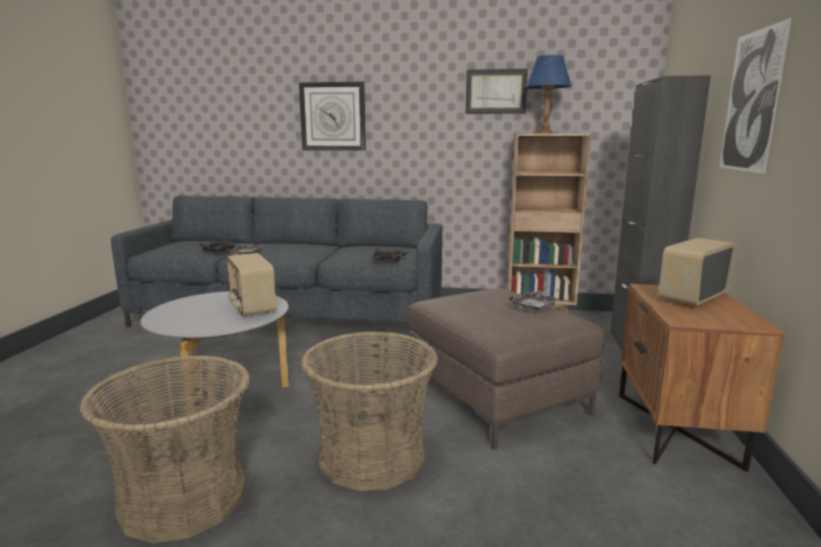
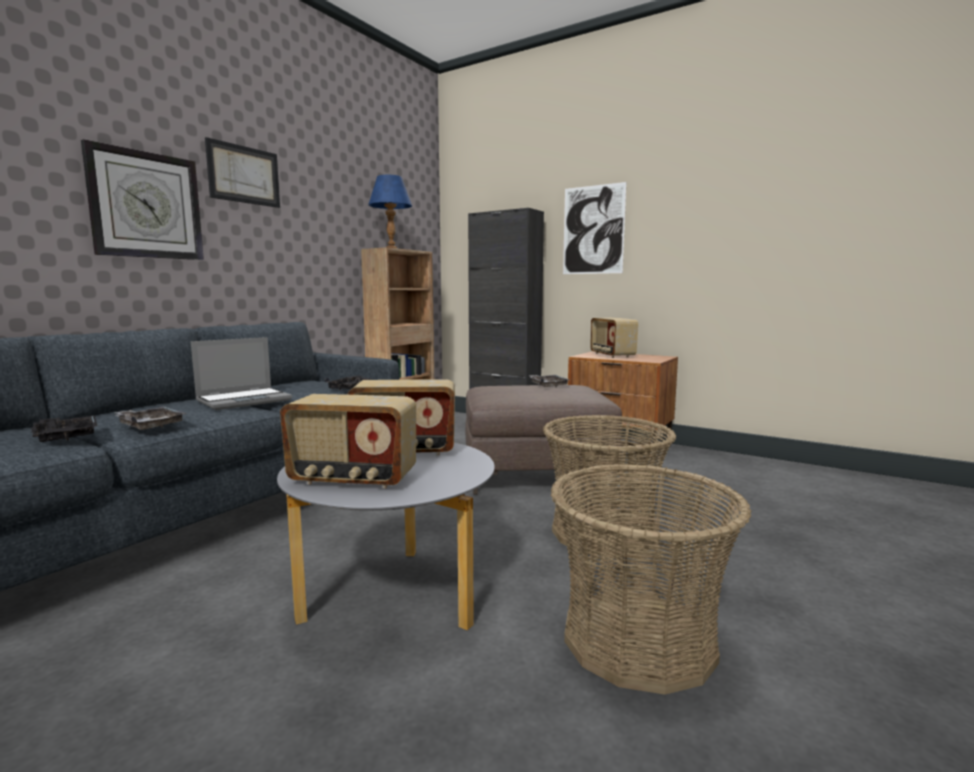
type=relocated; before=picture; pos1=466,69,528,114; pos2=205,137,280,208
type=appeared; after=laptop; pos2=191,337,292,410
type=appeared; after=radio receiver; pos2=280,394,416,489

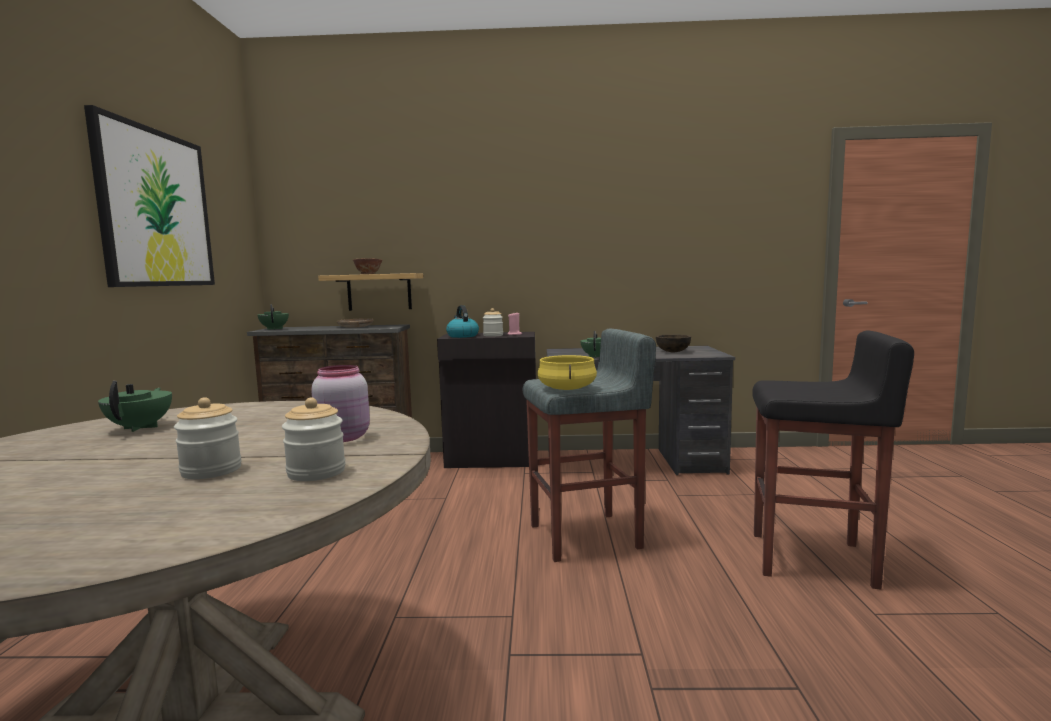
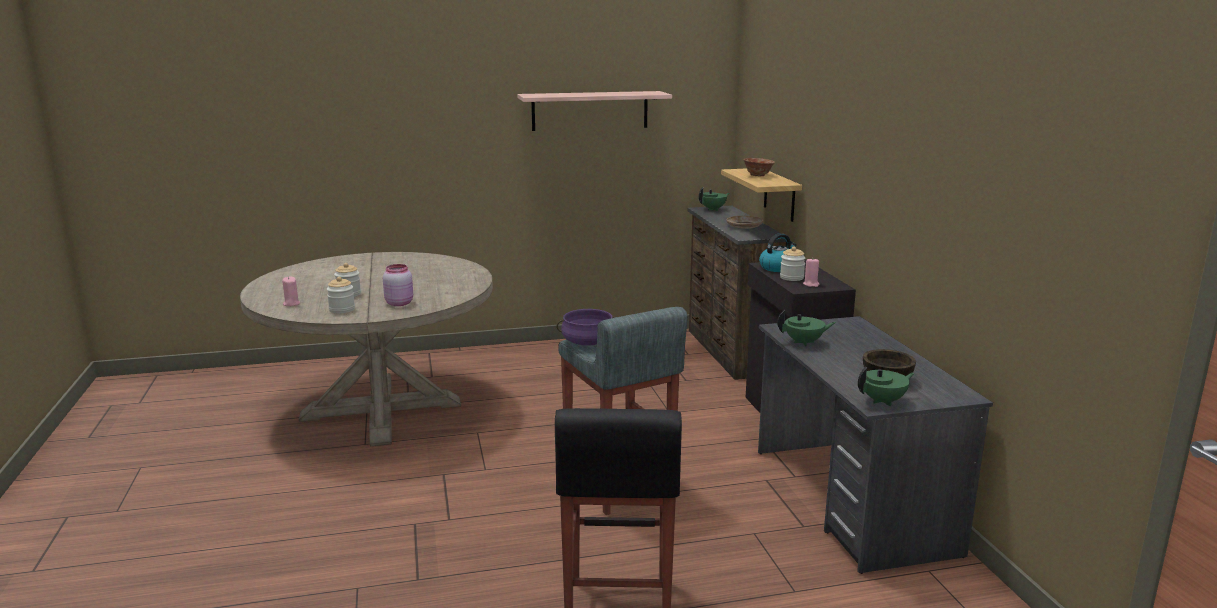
type=exchanged; before=picture; after=shelf; pos1=84,105,215,287; pos2=517,91,672,131
type=relocated; before=teapot in green; pos1=98,381,172,432; pos2=858,367,914,406
type=colour; before=stockpot in yellowish; after=stockpot in purplish; pos1=537,355,597,390; pos2=557,309,616,345
type=appeared; after=wax candle in pink; pos2=282,276,300,306

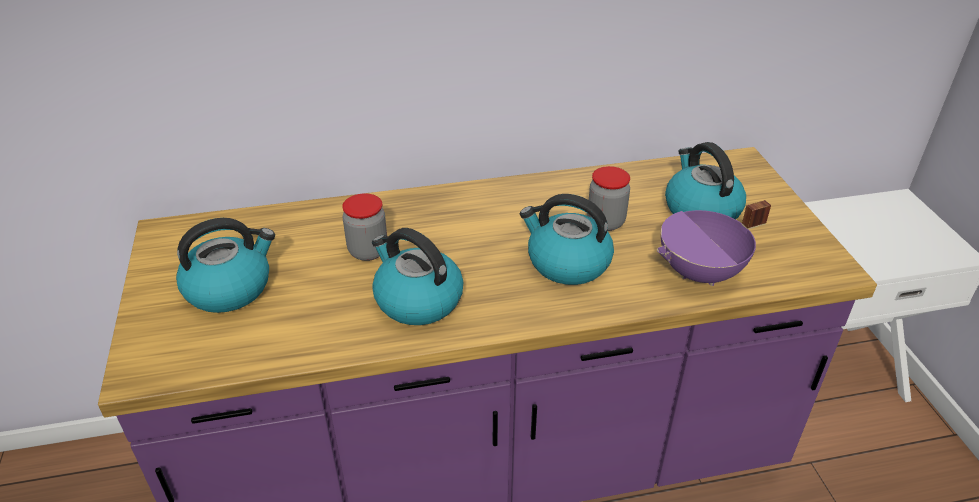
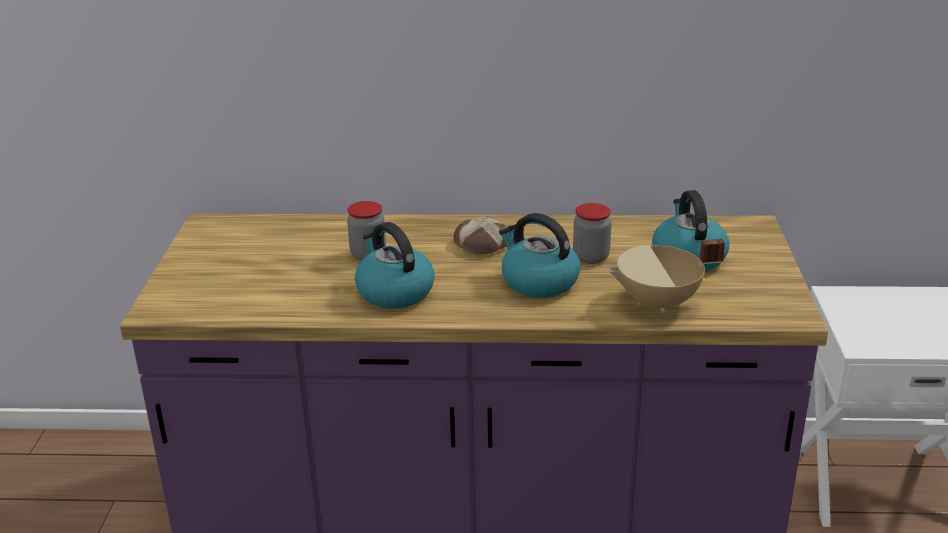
type=missing; before=water kettle; pos1=176,218,275,313
type=colour; before=stockpot in purplish; after=stockpot in beige; pos1=657,200,771,286; pos2=607,239,725,313
type=appeared; after=bread; pos2=453,216,506,255

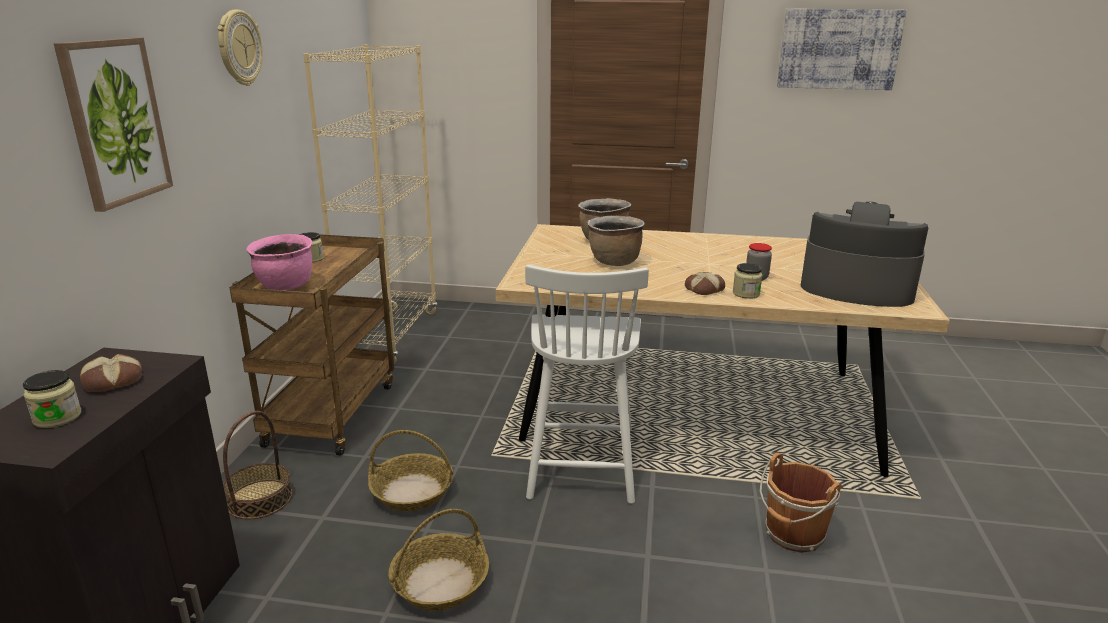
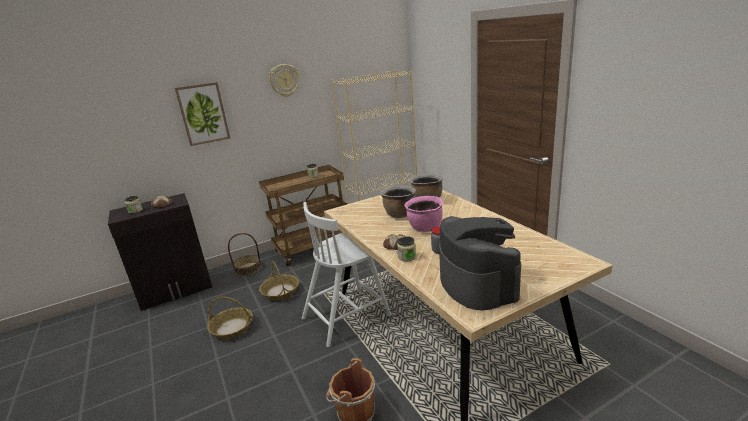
type=relocated; before=stockpot in pink; pos1=247,234,312,291; pos2=405,196,443,232
type=missing; before=picture; pos1=777,9,907,90

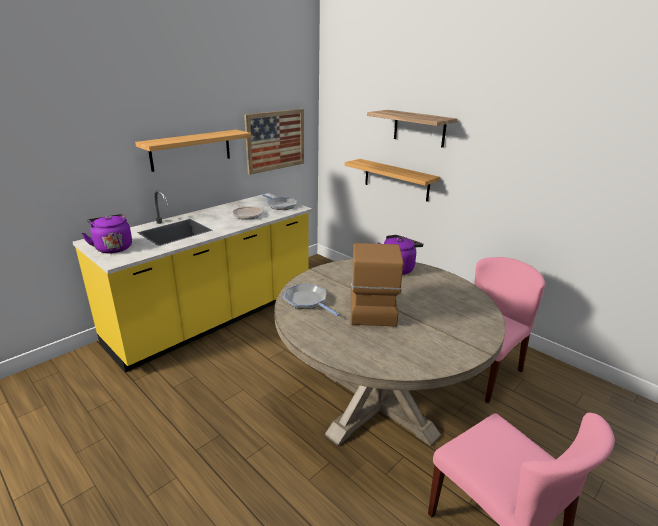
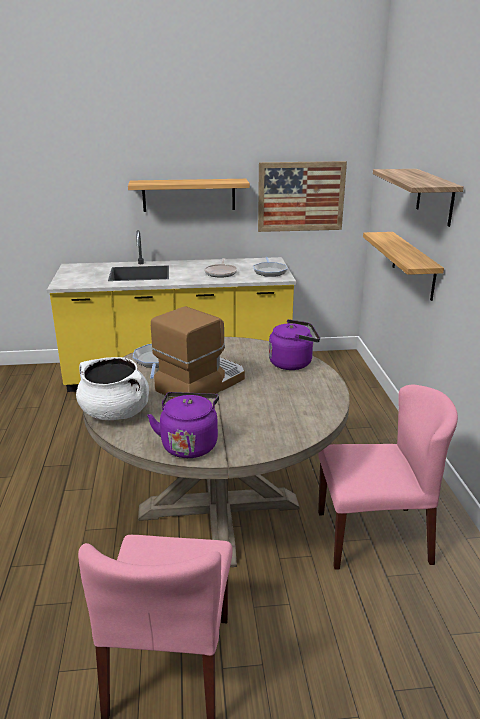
type=relocated; before=water kettle in purplish; pos1=81,214,132,253; pos2=147,392,219,458
type=appeared; after=stockpot in white-coloured; pos2=76,357,149,420

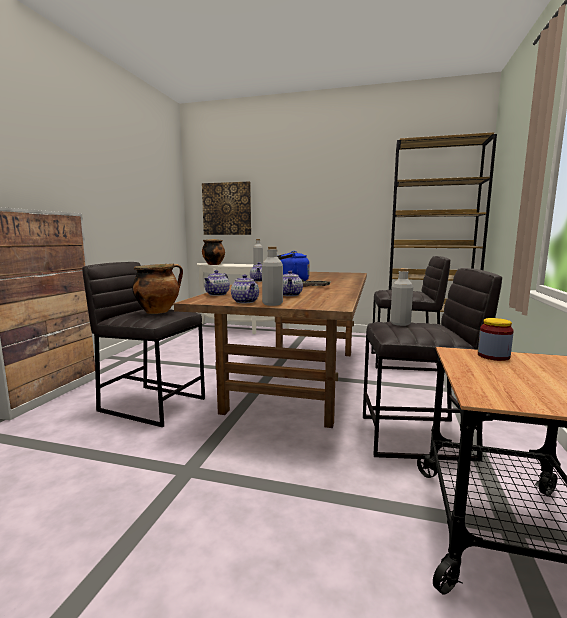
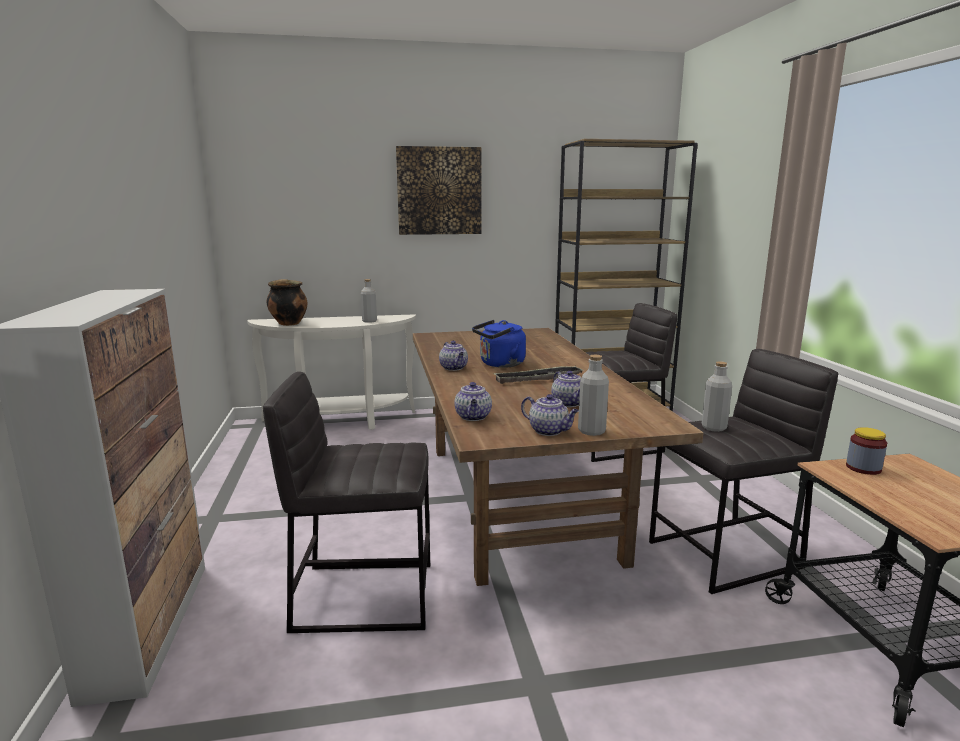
type=missing; before=stockpot; pos1=132,264,183,314
type=relocated; before=picture; pos1=202,182,251,235; pos2=396,146,482,235

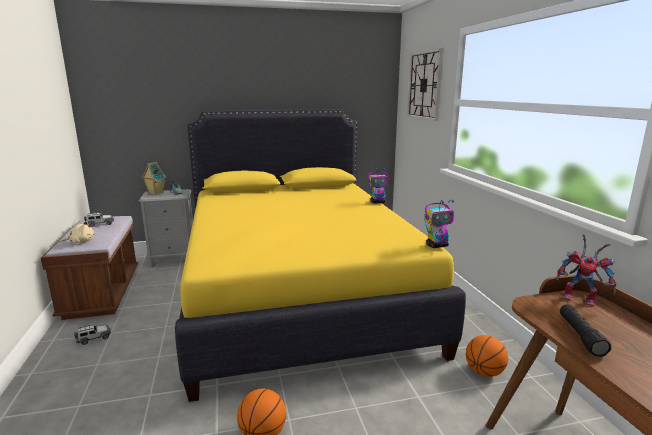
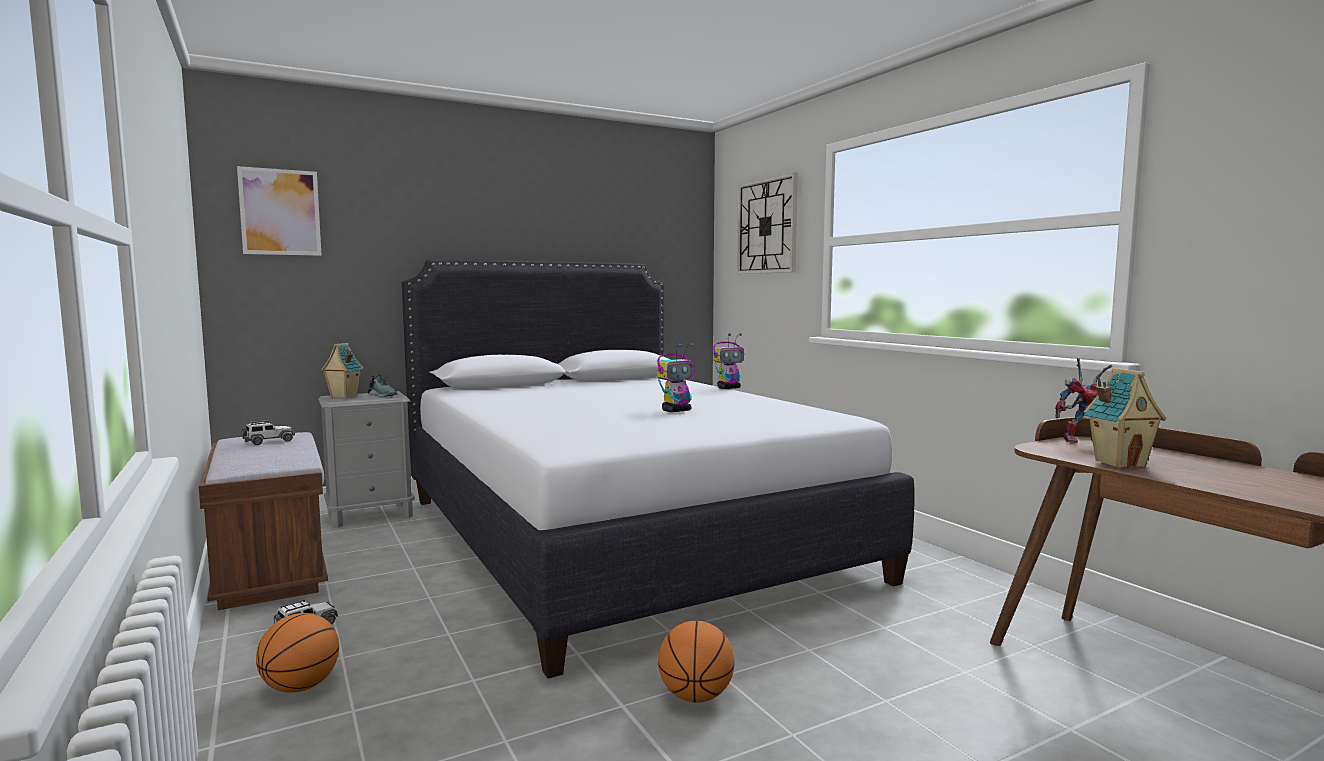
type=missing; before=cuddly toy in beige; pos1=59,221,94,243
type=colour; before=bedroom bed in yellowish; after=bedroom bed in white-coloured; pos1=175,109,466,402; pos2=402,260,915,678
type=relocated; before=toy robot; pos1=424,200,454,248; pos2=657,343,695,412
type=relocated; before=basketball ball; pos1=466,335,508,377; pos2=256,613,339,693
type=exchanged; before=hand torch in blackish; after=miniature house; pos1=560,304,611,357; pos2=1084,368,1166,468
type=appeared; after=picture; pos2=237,166,322,256

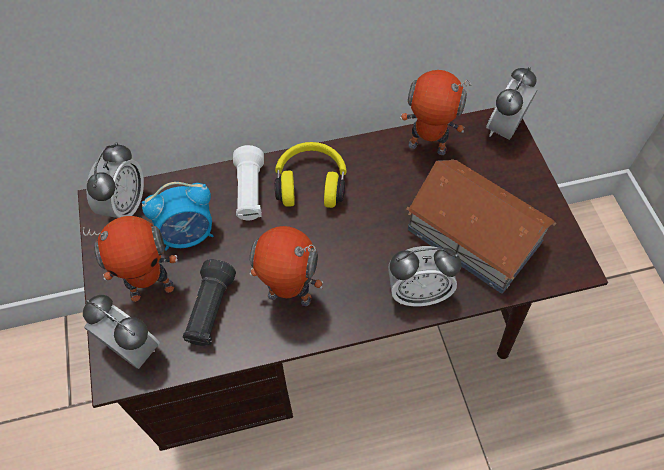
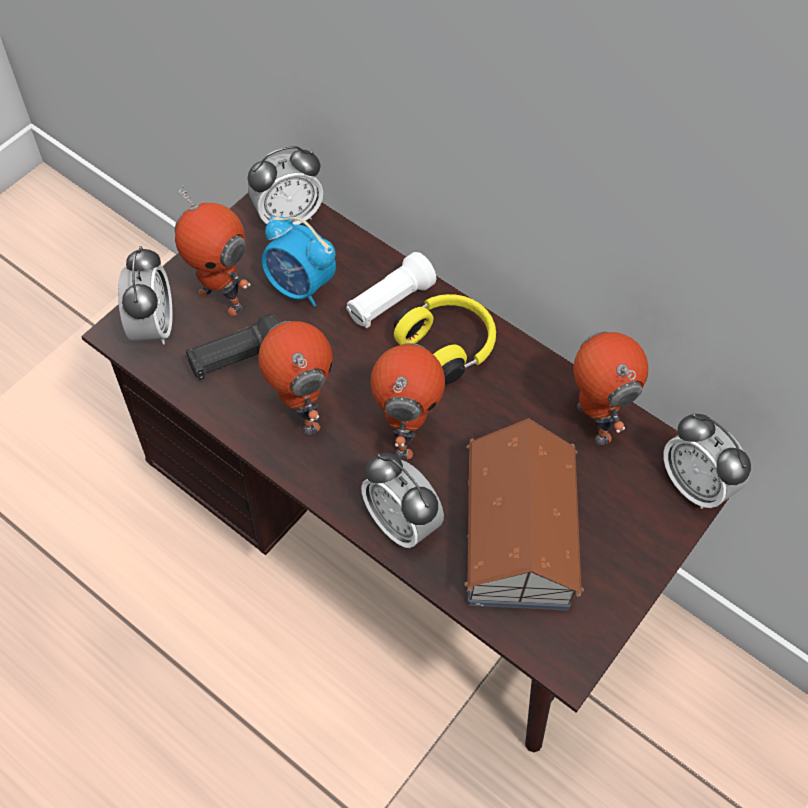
type=spun; before=table clock; pos1=486,67,538,140; pos2=663,413,751,509; turn=-120
type=appeared; after=toy robot; pos2=370,343,445,459

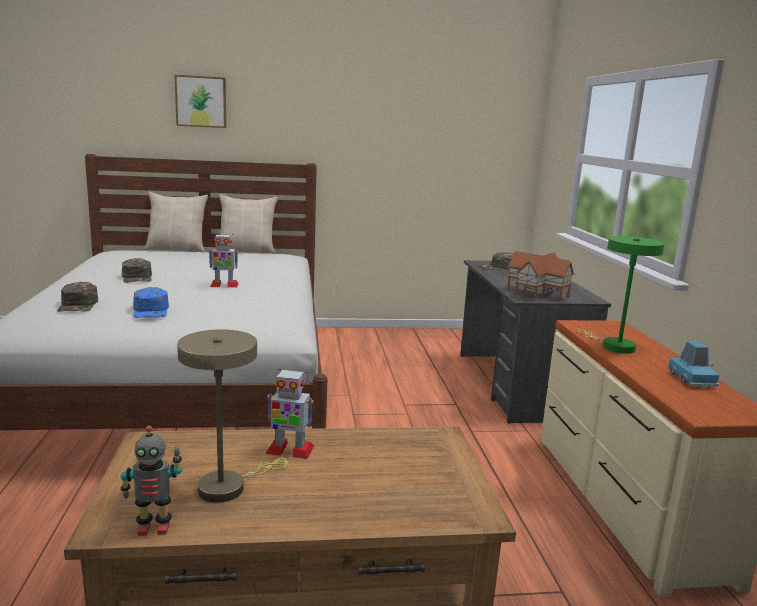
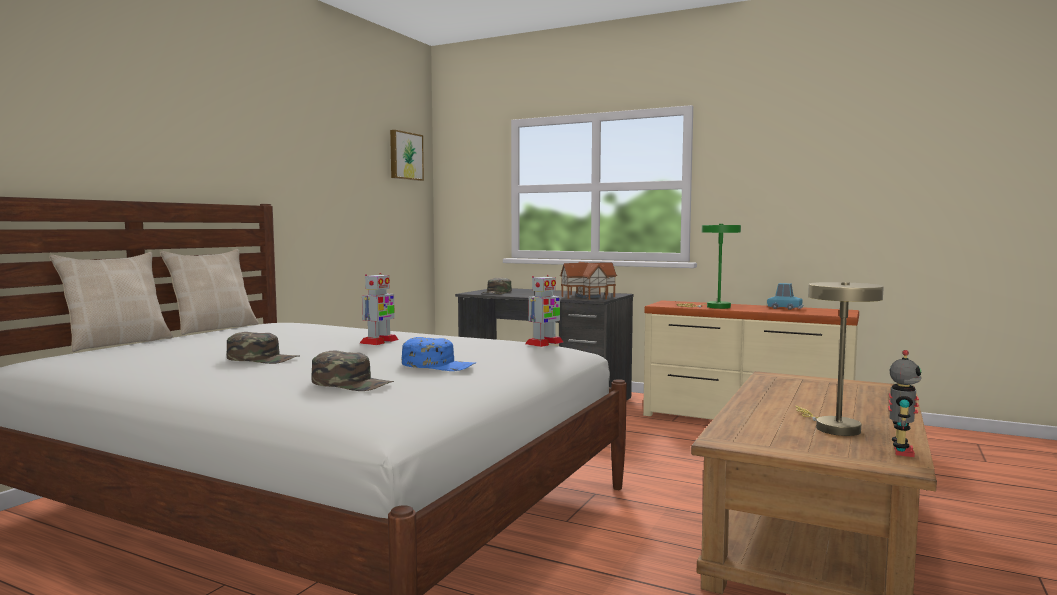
type=relocated; before=picture; pos1=175,75,226,128; pos2=390,130,424,181
type=relocated; before=toy robot; pos1=265,368,314,459; pos2=525,275,563,347

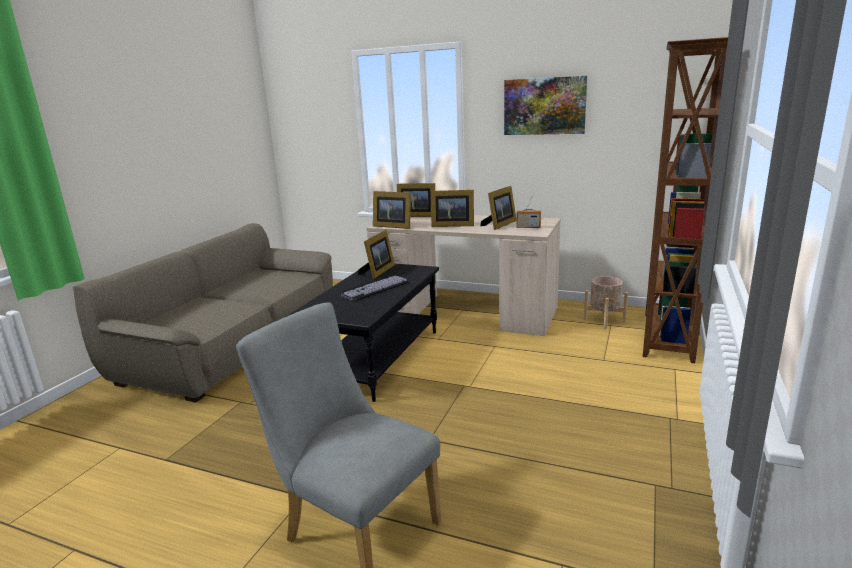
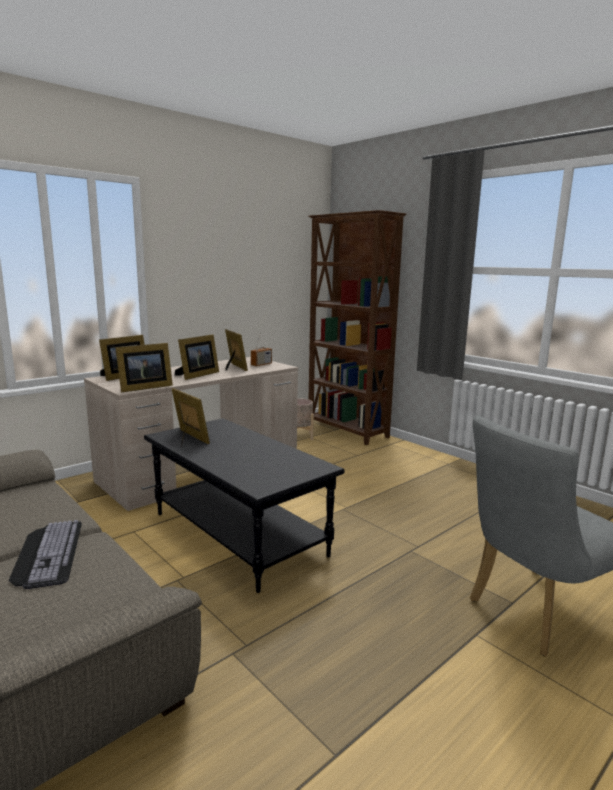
type=relocated; before=PC keyboard; pos1=341,276,409,301; pos2=9,520,82,589
type=missing; before=picture; pos1=504,76,587,135

